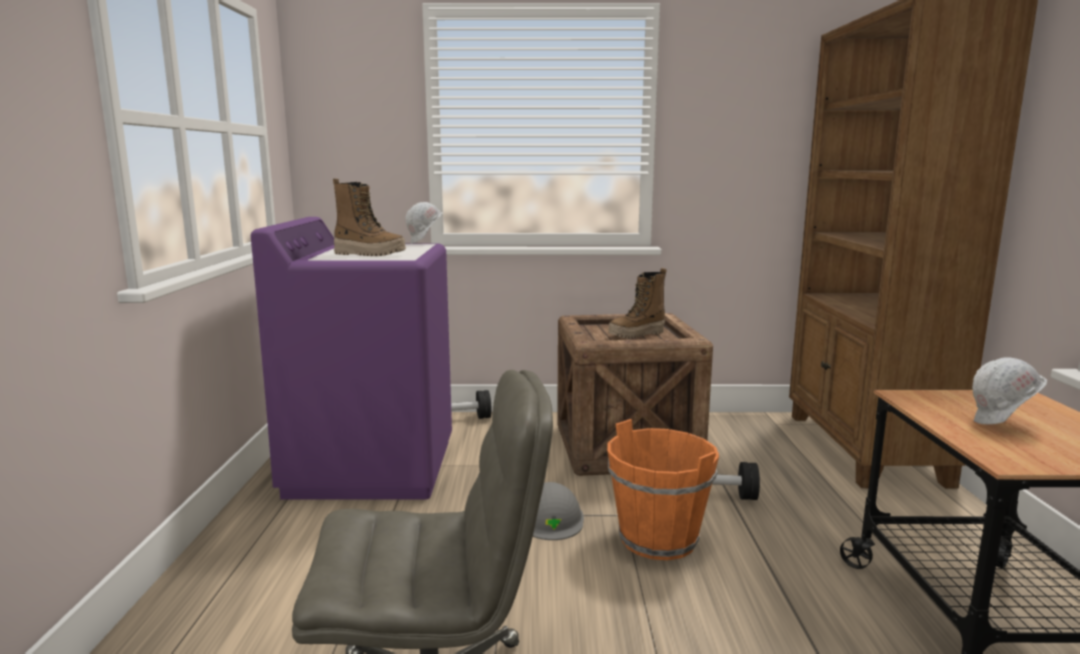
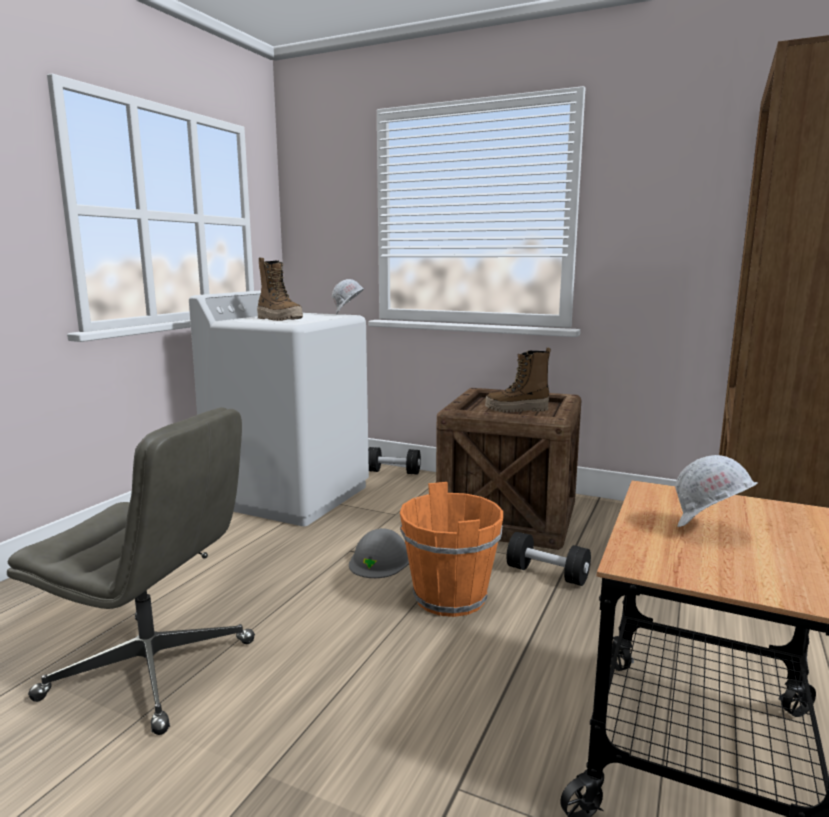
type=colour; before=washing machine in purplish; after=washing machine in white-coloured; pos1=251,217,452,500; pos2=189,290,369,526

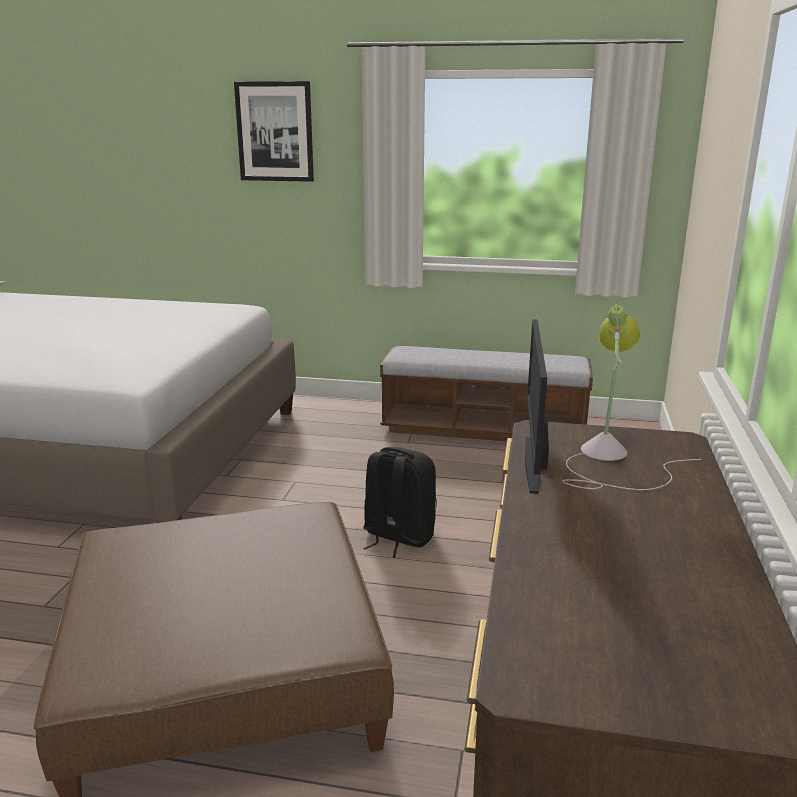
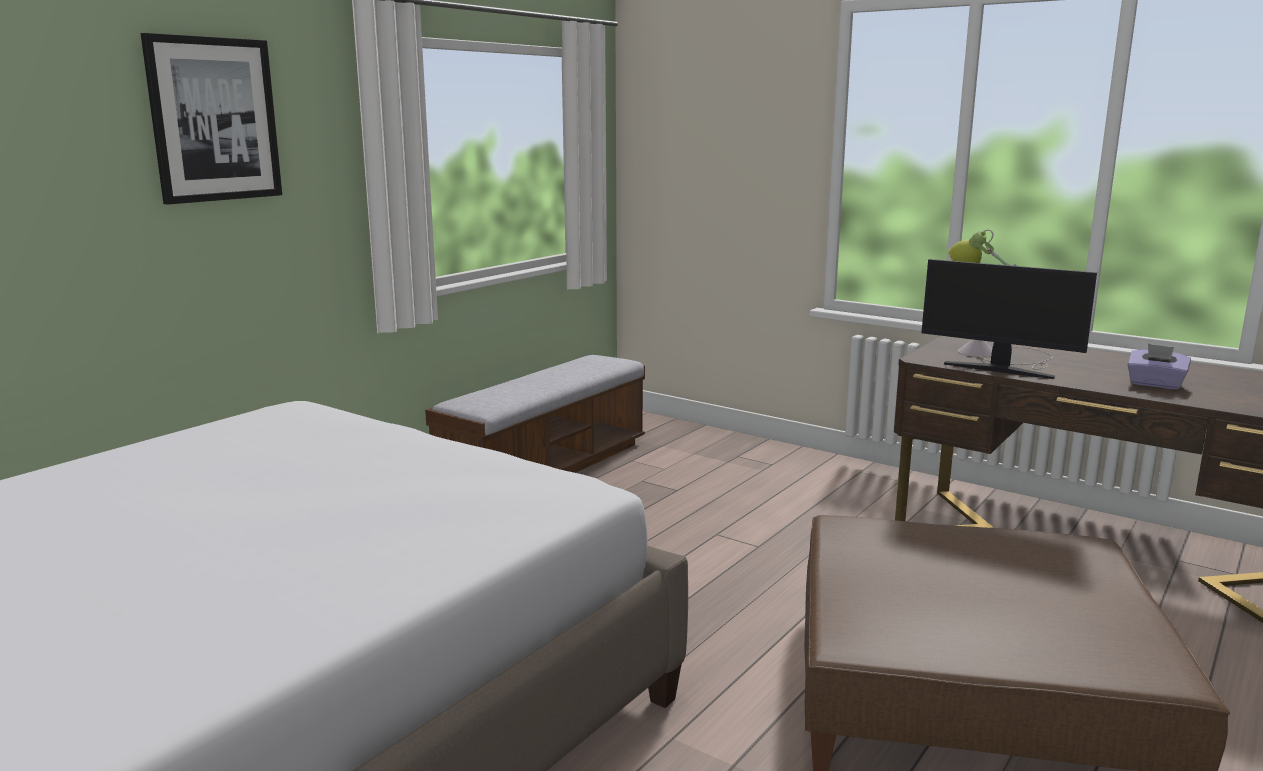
type=missing; before=backpack in blackish; pos1=363,447,437,558
type=appeared; after=tissue holder in purplish; pos2=1128,344,1191,390

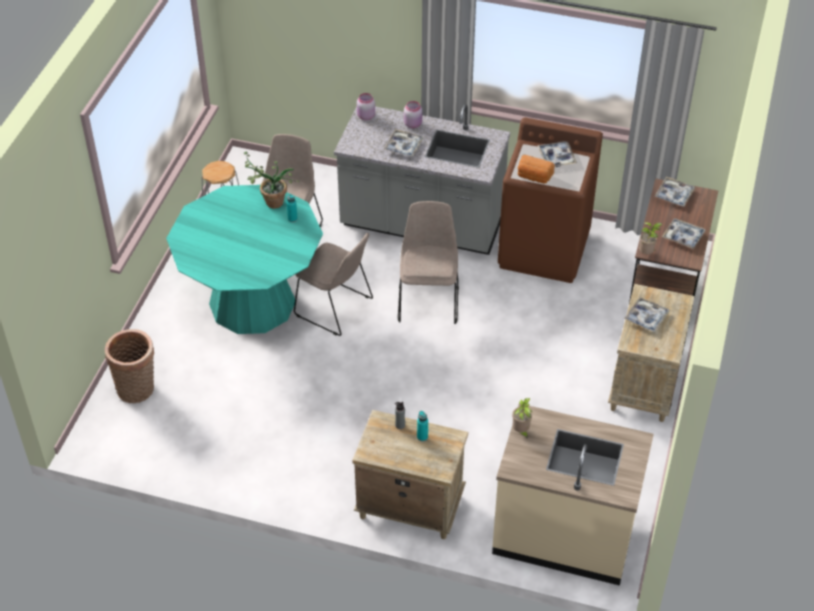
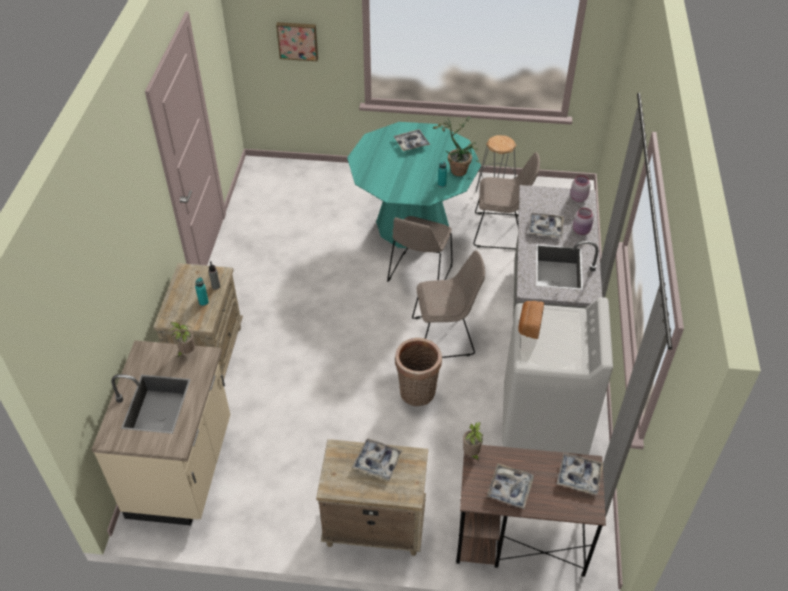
type=relocated; before=basket; pos1=105,329,154,403; pos2=395,338,442,406
type=colour; before=washing machine in brown; after=washing machine in white-coloured; pos1=498,118,603,283; pos2=502,297,613,455
type=relocated; before=serving tray; pos1=538,141,577,167; pos2=393,129,430,151
type=appeared; after=picture; pos2=276,22,318,61

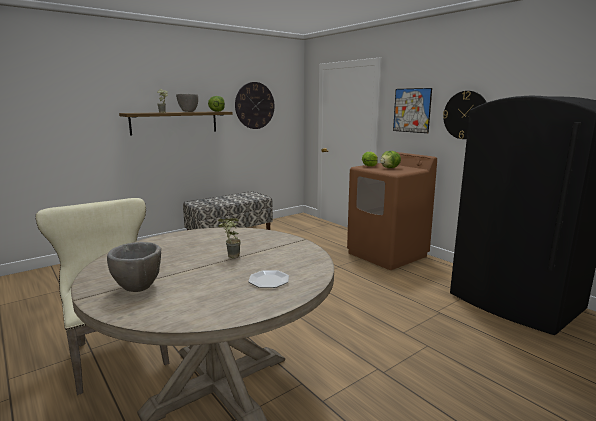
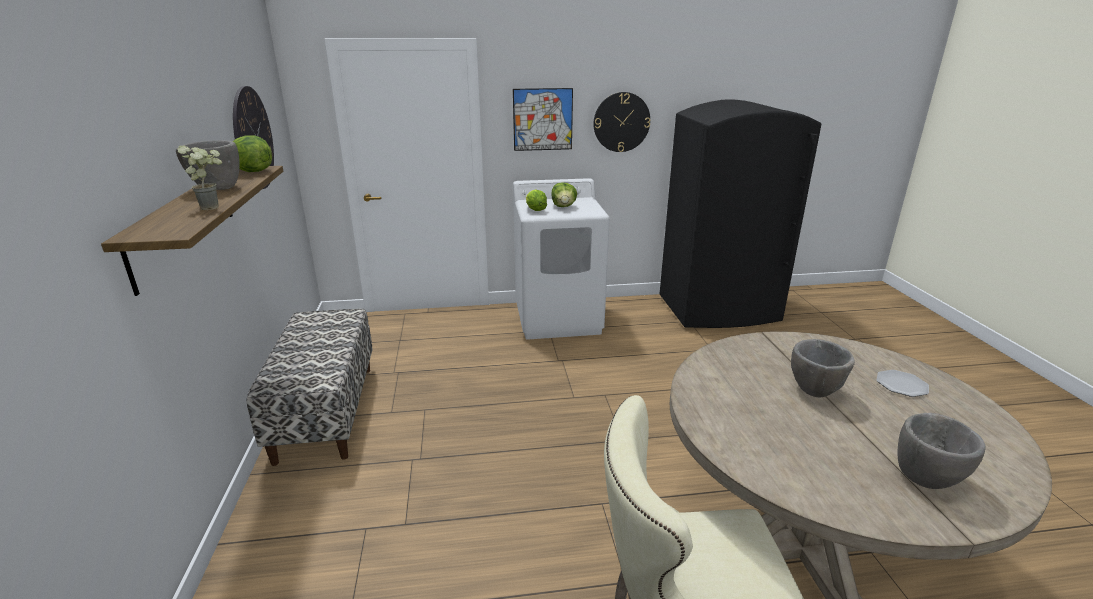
type=exchanged; before=houseplant; after=serving bowl in gray; pos1=218,218,241,258; pos2=791,339,855,397
type=colour; before=washing machine in brown; after=washing machine in white-coloured; pos1=347,152,437,270; pos2=513,178,610,339

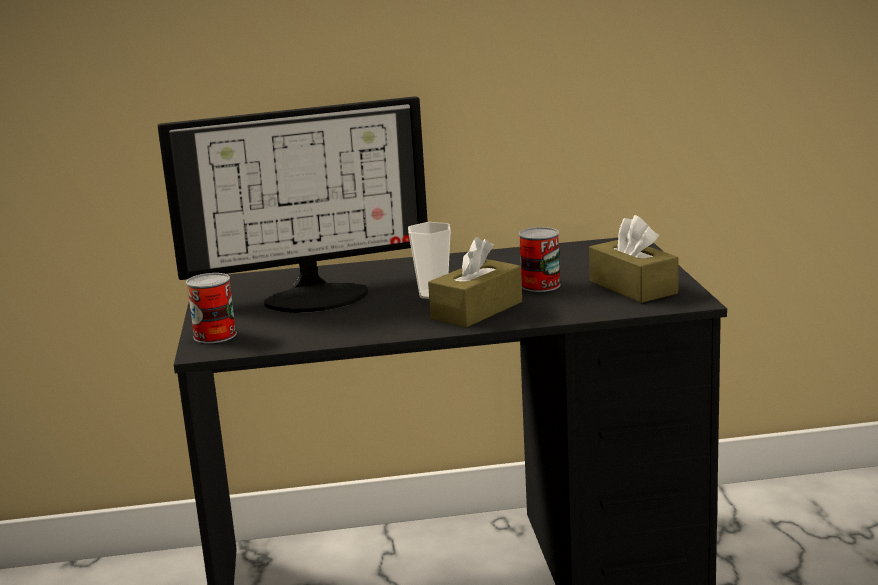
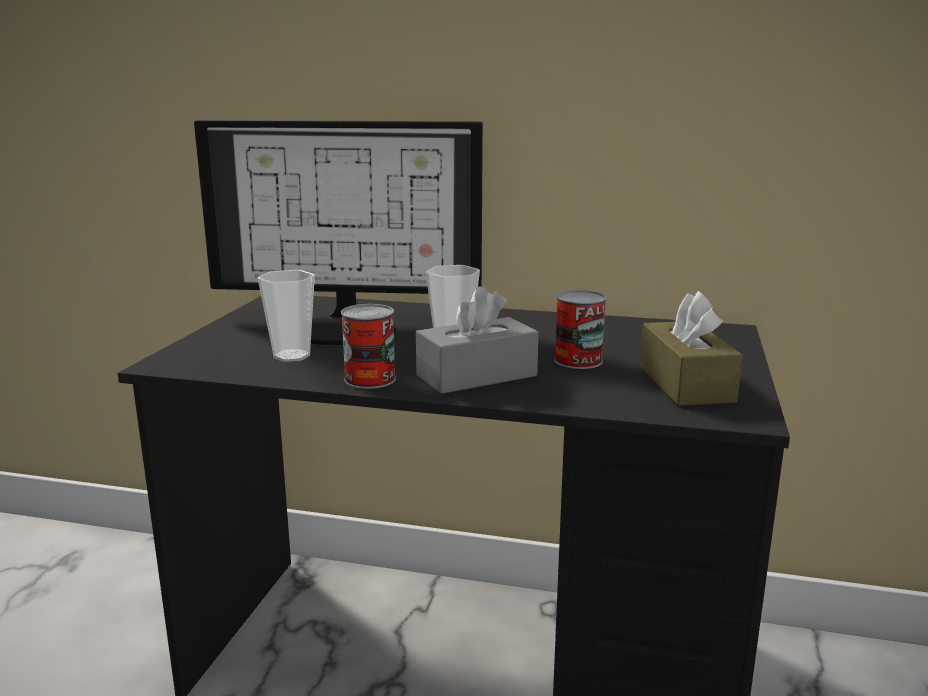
type=relocated; before=sealed can; pos1=186,273,237,343; pos2=341,304,396,389
type=colour; before=tissue holder in brown; after=tissue holder in gray; pos1=428,237,522,328; pos2=416,286,539,394
type=appeared; after=cup; pos2=258,270,315,362

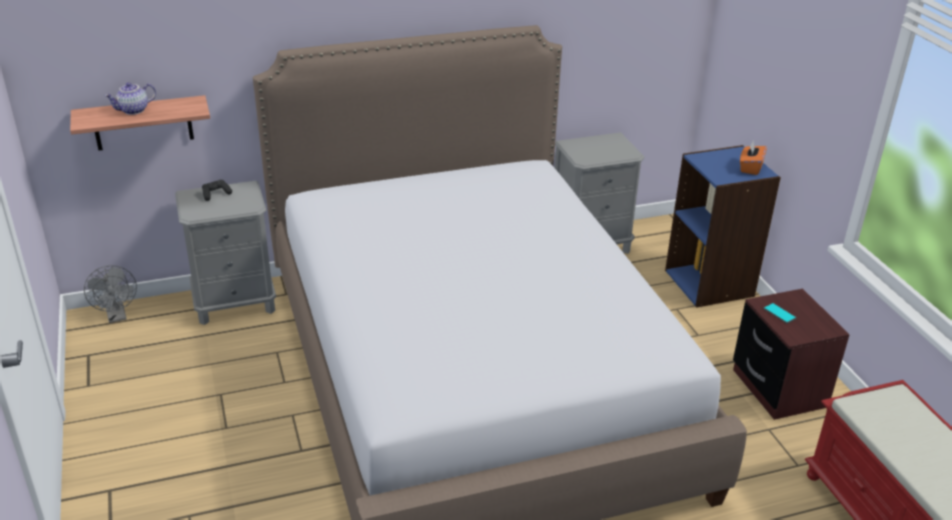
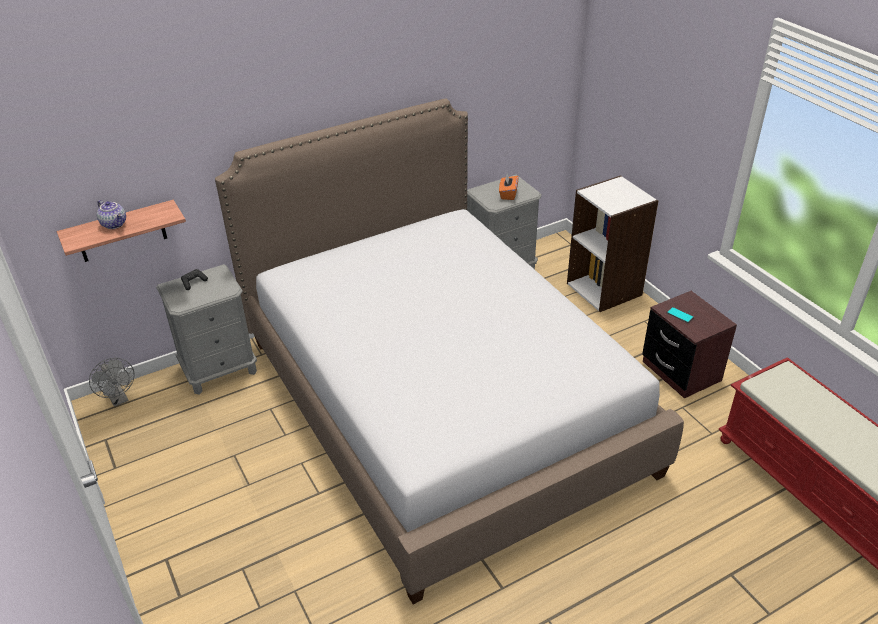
type=spun; before=teapot; pos1=105,82,156,115; pos2=97,200,126,229; turn=-90
type=colour; before=bookcase in blue-coloured; after=bookcase in white-coloured; pos1=665,145,781,308; pos2=567,175,658,312
type=relocated; before=tissue holder in orange; pos1=740,140,767,175; pos2=499,173,518,200

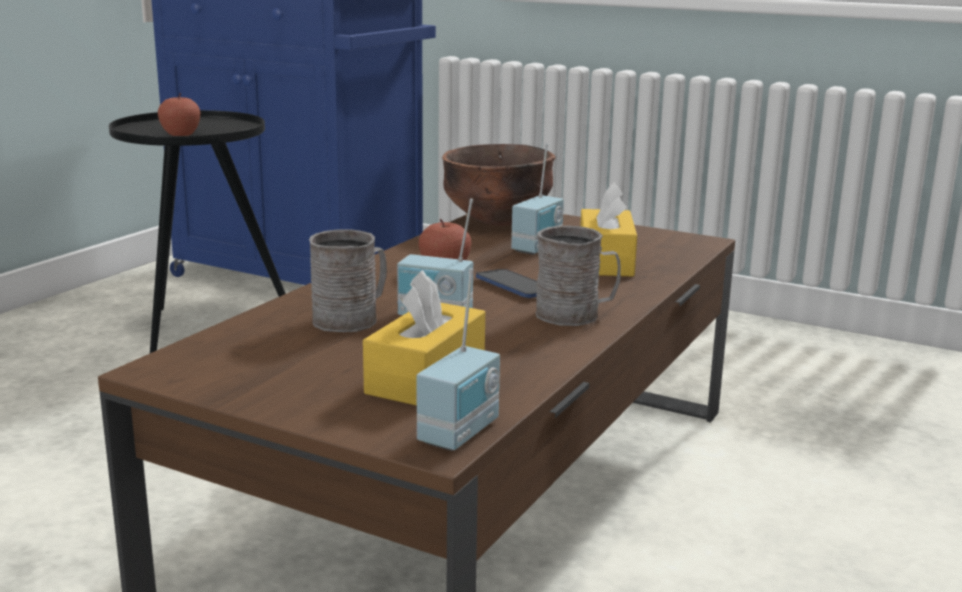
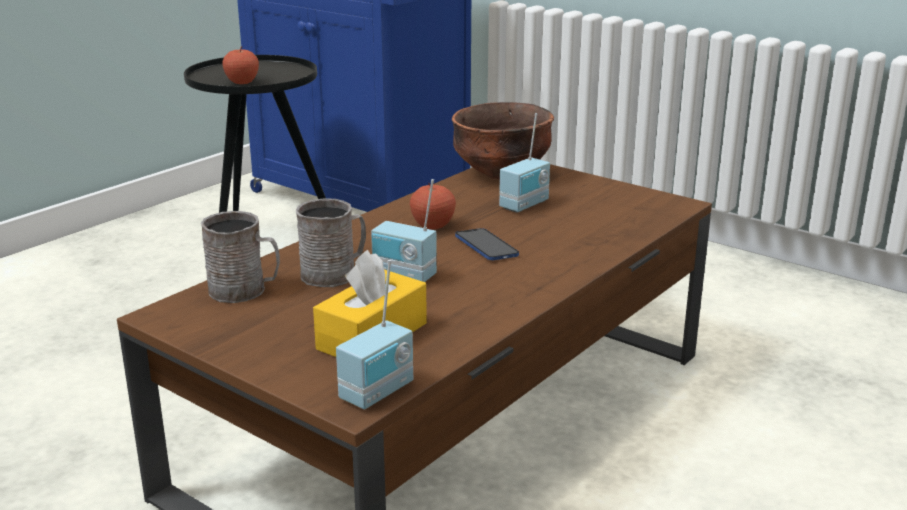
type=relocated; before=coffee mug in gray; pos1=536,226,621,326; pos2=201,211,280,303
type=missing; before=tissue holder in yellowish; pos1=580,182,637,277

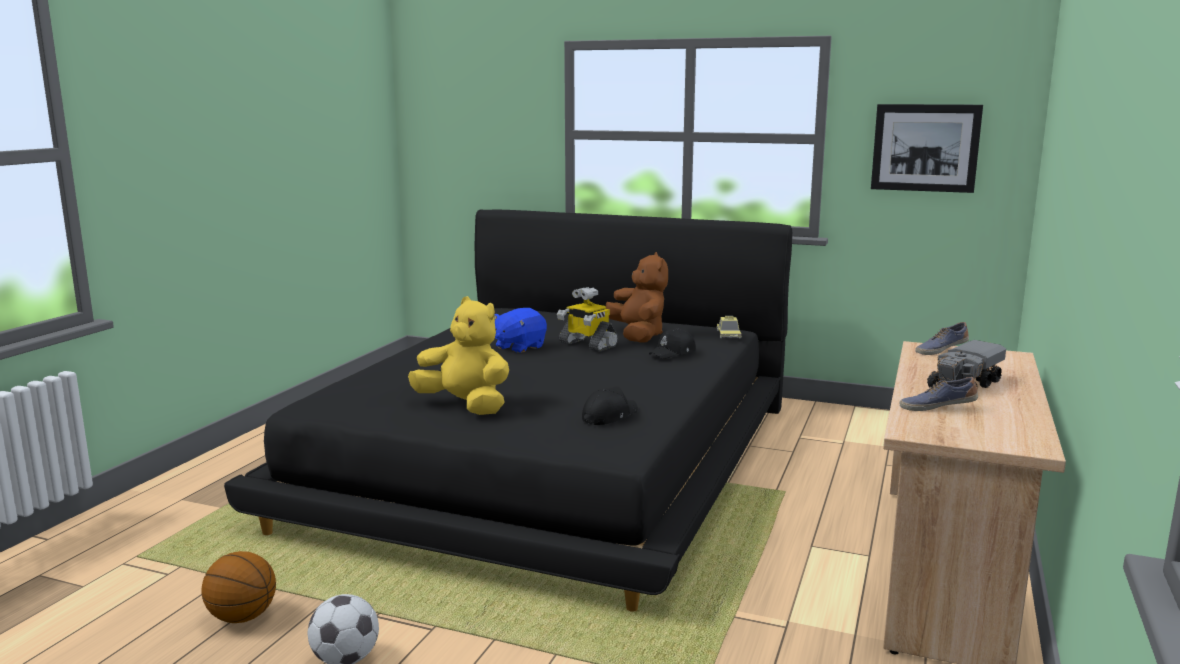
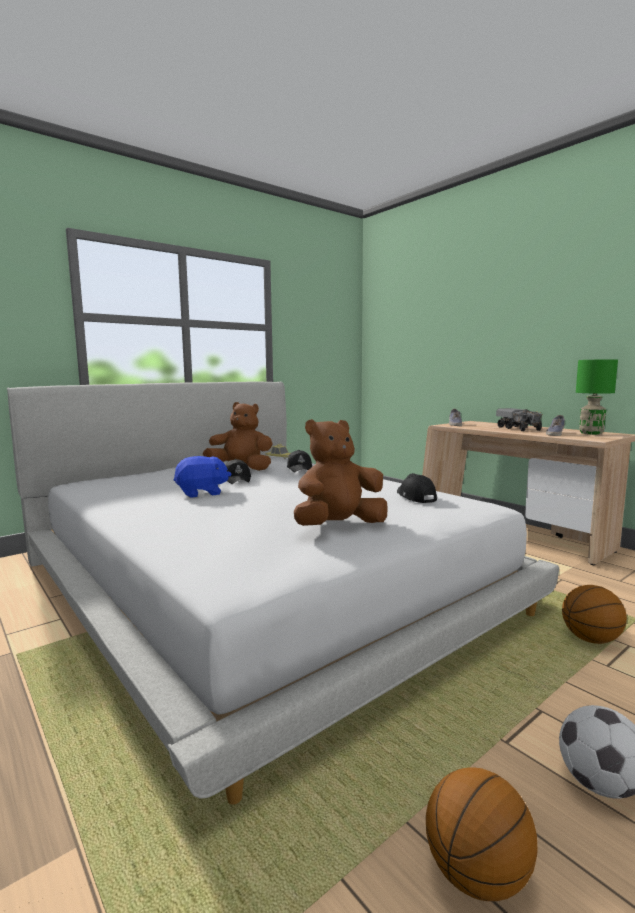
type=colour; before=bedroom bed in blackish; after=bedroom bed in white-coloured; pos1=224,209,792,612; pos2=7,381,559,804
type=colour; before=cuddly toy in yellowish; after=cuddly toy in brown; pos1=408,296,509,415; pos2=294,419,388,526
type=spun; before=cuddly toy in blue-coloured; pos1=494,308,547,353; pos2=173,456,231,498; turn=-90
type=exchanged; before=toy robot; after=peaked cap in blackish; pos1=557,287,619,352; pos2=225,459,251,484
type=missing; before=picture; pos1=871,104,983,193
type=appeared; after=basketball ball; pos2=562,585,627,644
type=appeared; after=lamp for a table in green; pos2=576,359,618,435

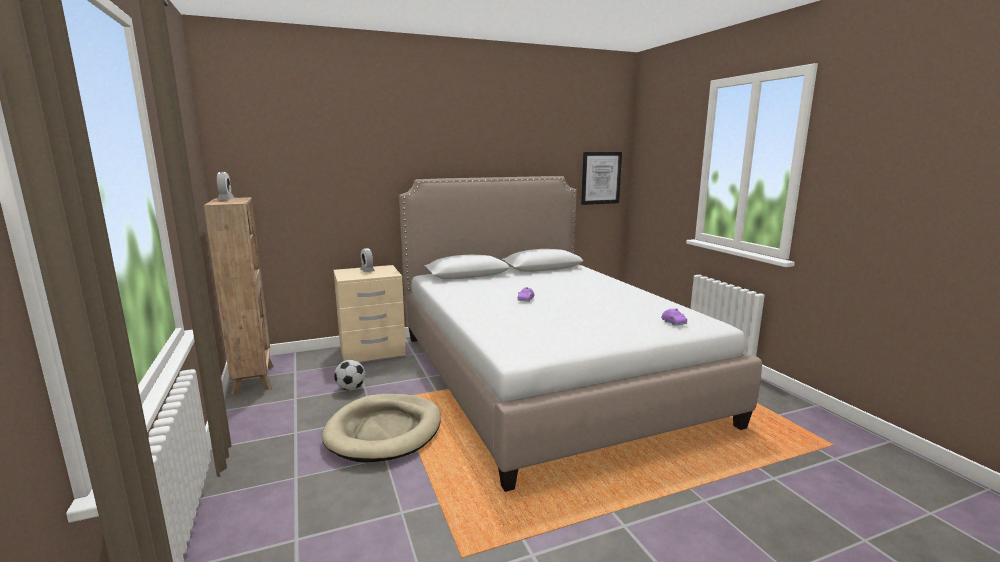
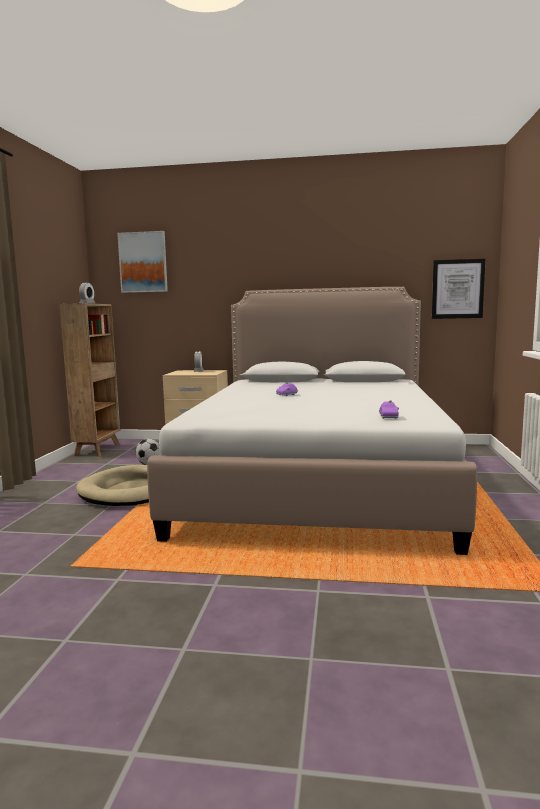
type=appeared; after=picture; pos2=117,231,168,293

